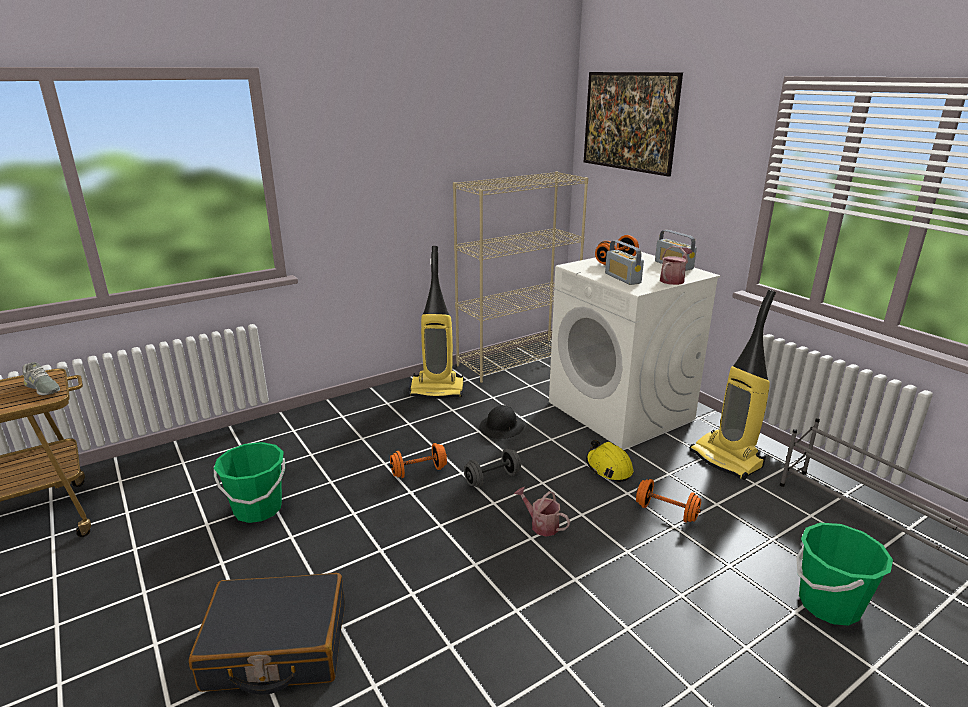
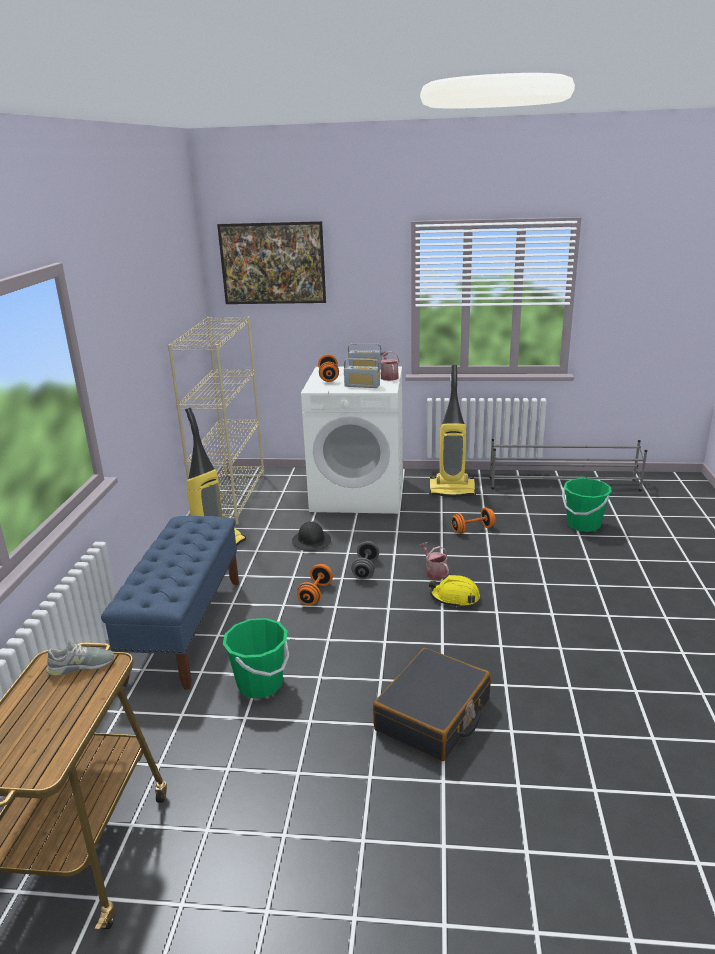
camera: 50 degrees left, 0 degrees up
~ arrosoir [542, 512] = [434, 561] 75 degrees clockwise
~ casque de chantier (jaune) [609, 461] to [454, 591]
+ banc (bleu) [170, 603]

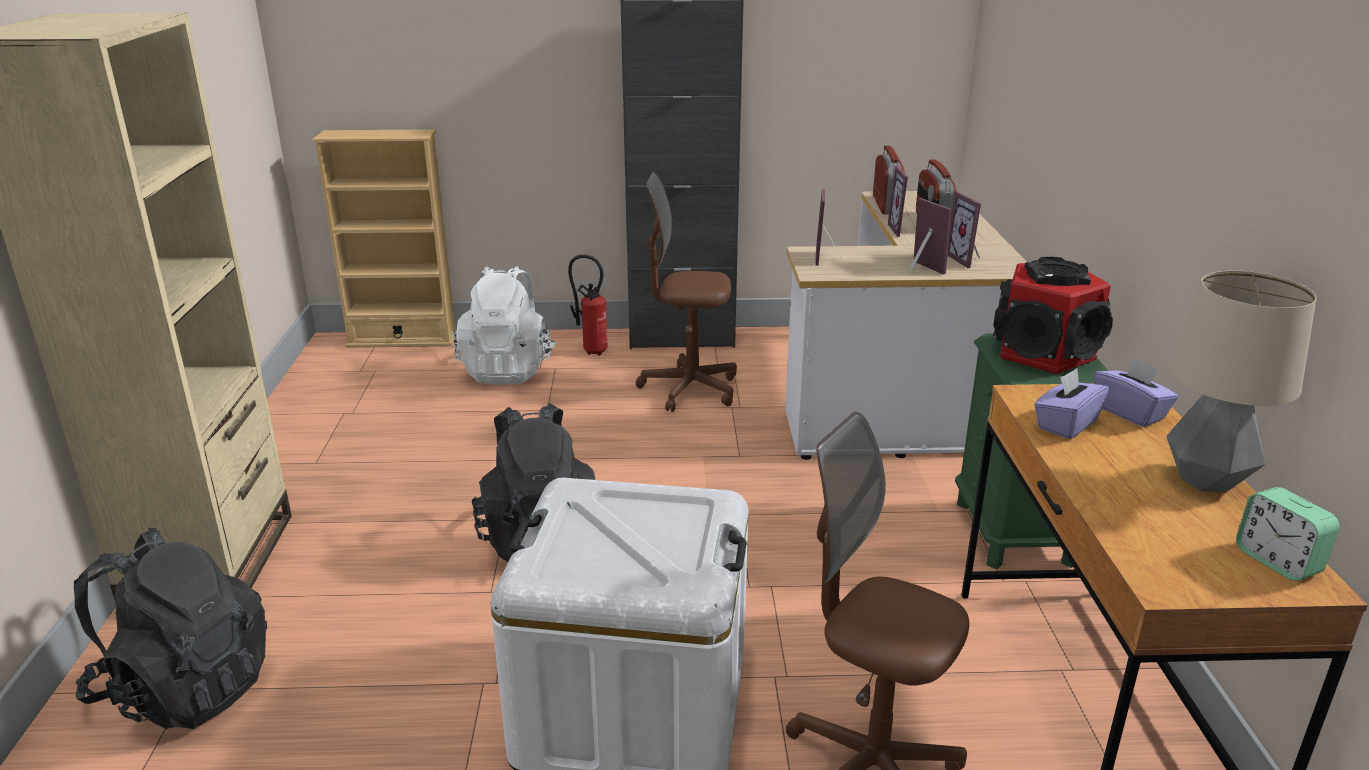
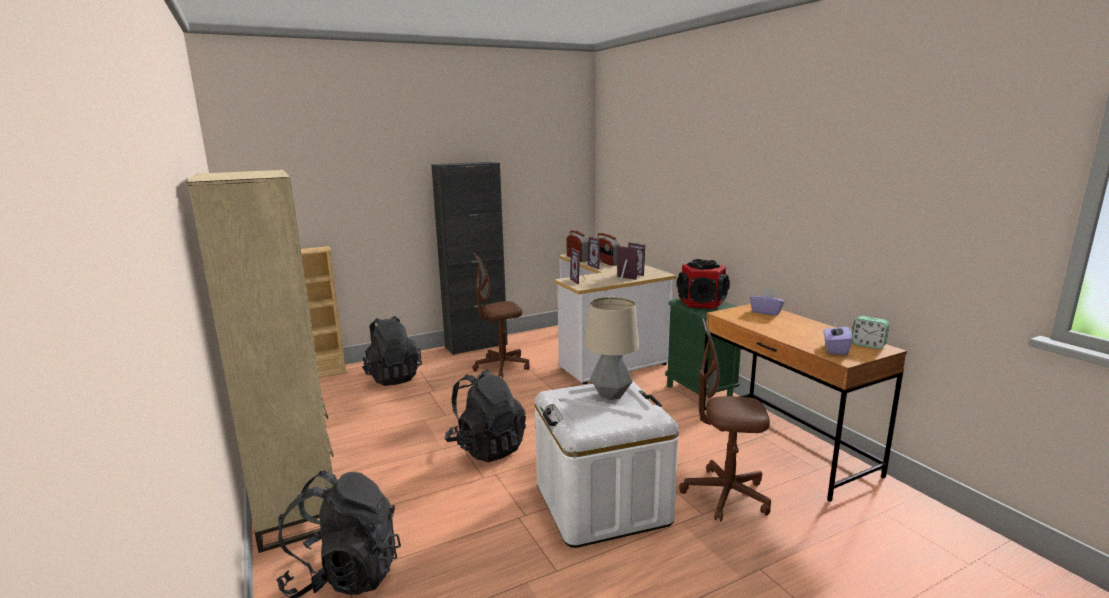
camera: 25 degrees left, 10 degrees down
~ sac à dos (blanc) [504, 325] to sac à dos (noir) [392, 351]
- extincteur [588, 305]
~ boîte à mouchoirs (violet) [1071, 403] to [837, 339]
~ lampe de table [1241, 382] to [611, 348]

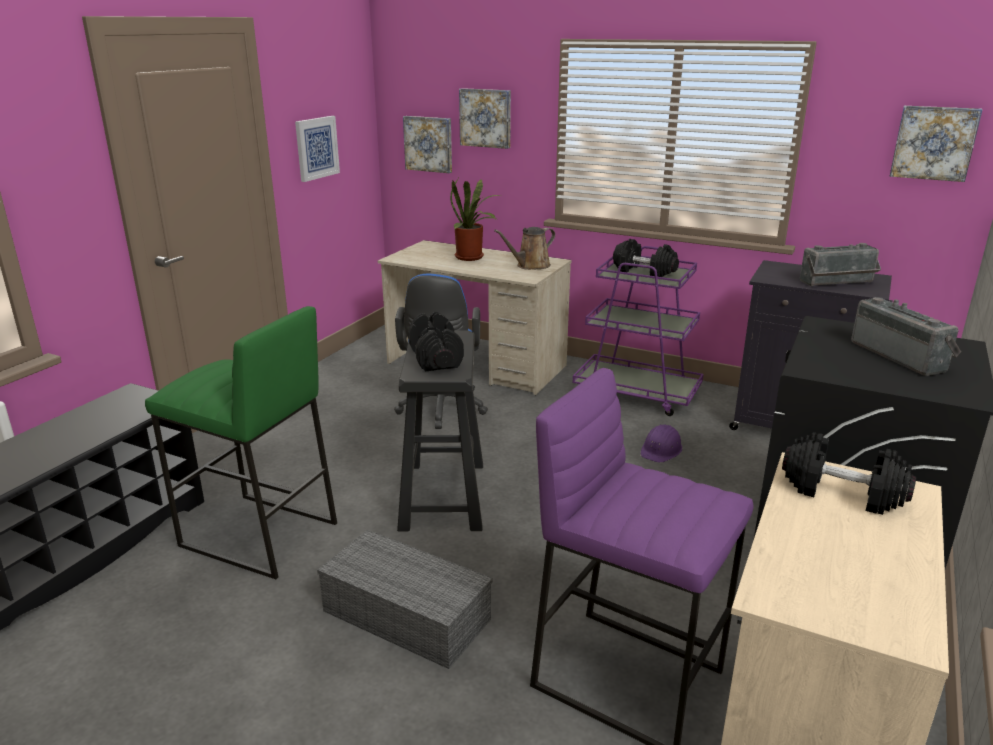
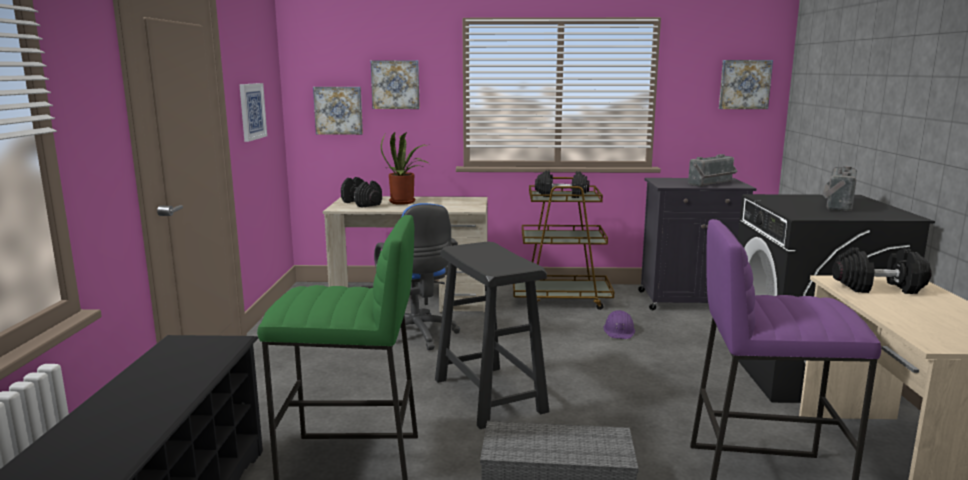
camera: 25 degrees left, 10 degrees down
~ haltère (noir) [436, 341] to [361, 192]
- arrosoir (marron) [524, 248]
~ chariot (violet) [638, 331] to chariot (marron) [563, 243]
~ radio [906, 336] = [839, 189] 105 degrees counterclockwise

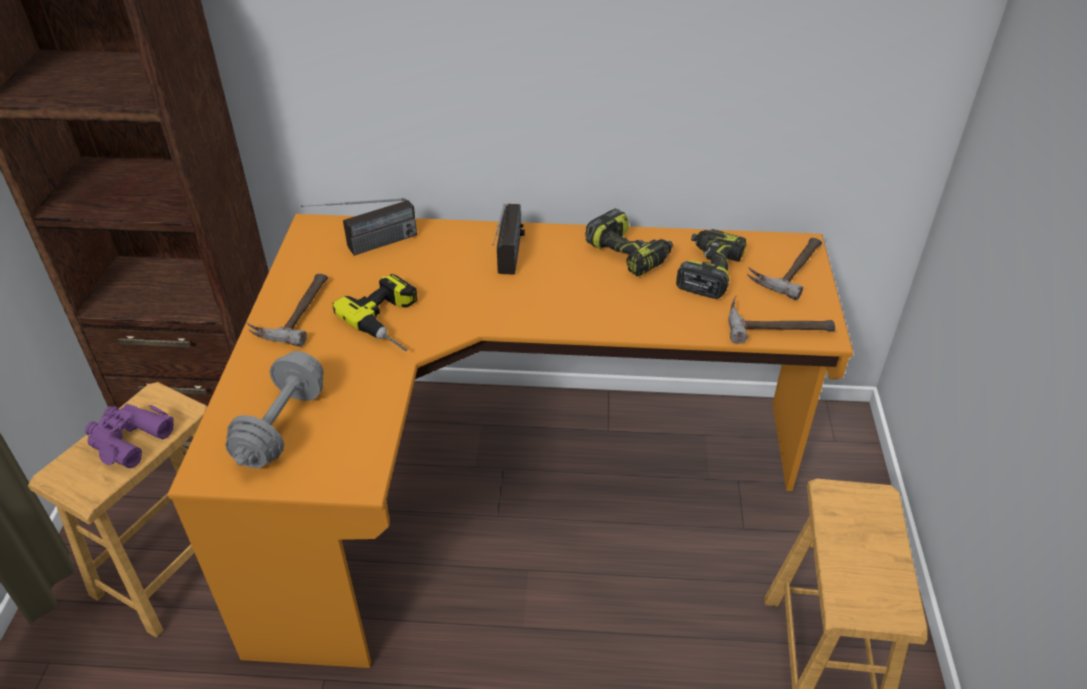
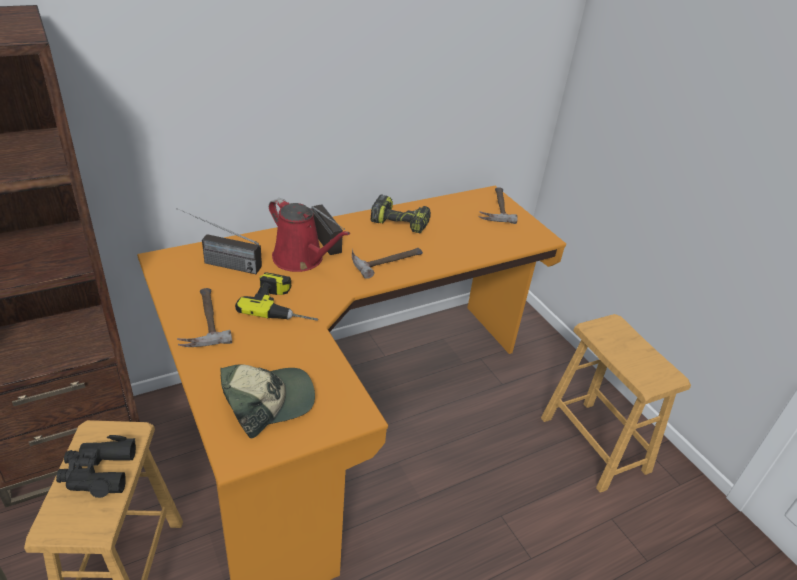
camera: 35 degrees left, 5 degrees down
~ jumelles (violet) [129, 436] to jumelles (noir) [96, 466]
~ haltère (gris) [274, 409] to casquette [267, 401]
~ radio [359, 227] = [219, 241] 75 degrees clockwise
- perceuse [711, 264]
~ marteau [781, 320] to [387, 263]
+ arrosoir (rouge) [309, 235]

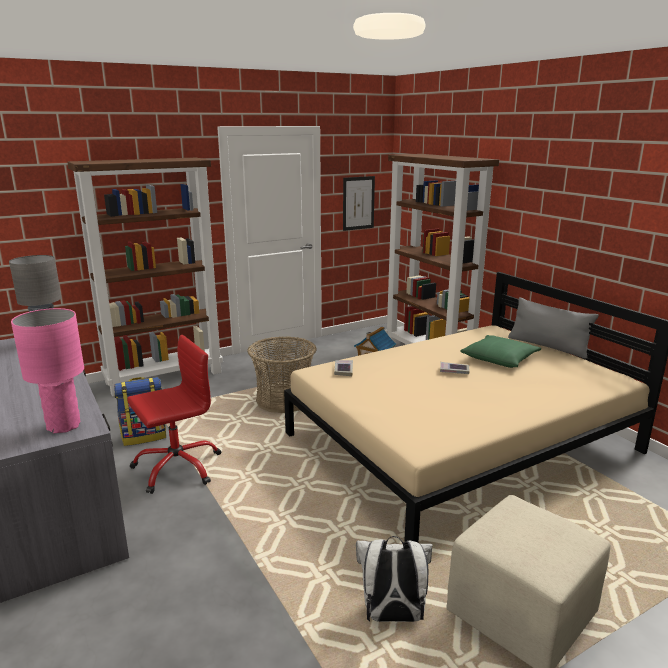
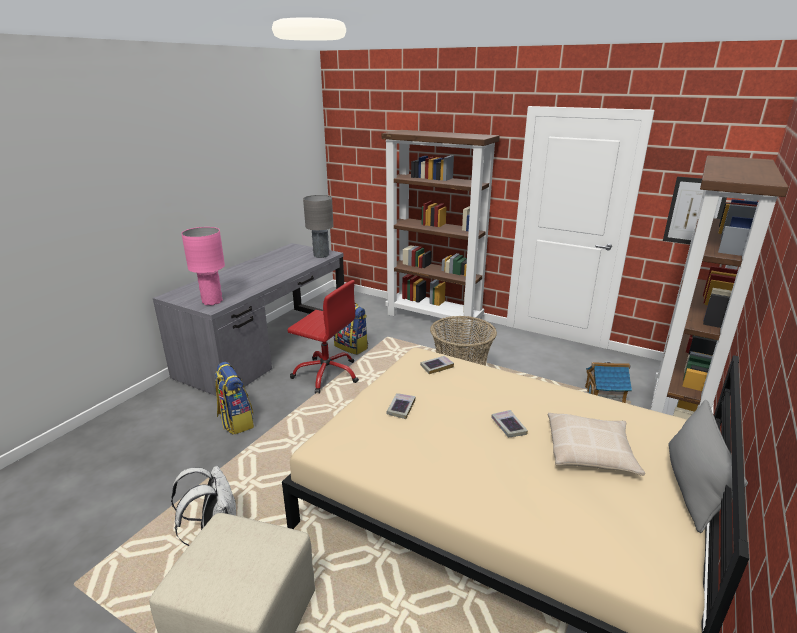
camera: 60 degrees right, 5 degrees up
~ coussin (vert) [501, 351] to coussin (beige) [596, 444]
+ sac à dos [234, 398]
+ livre [401, 406]

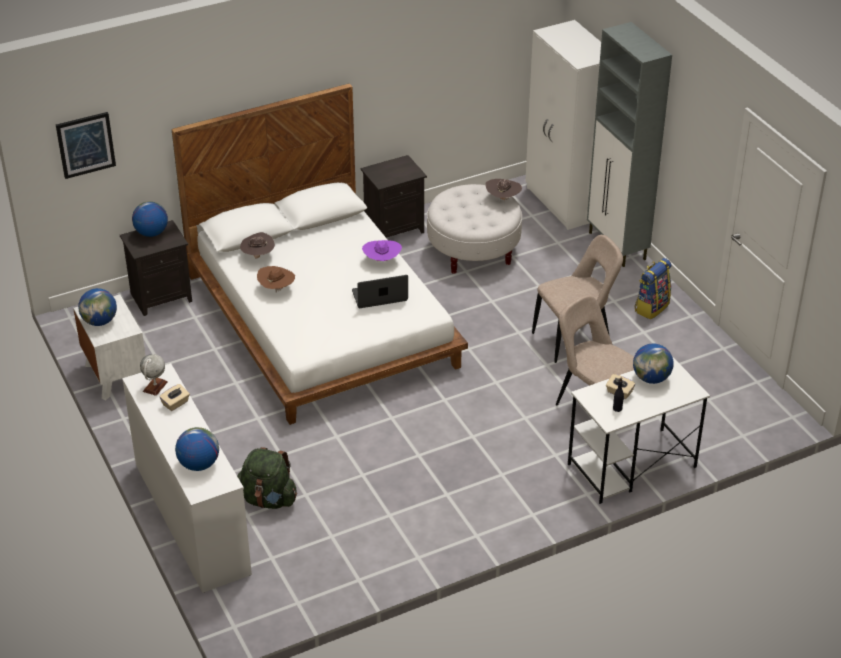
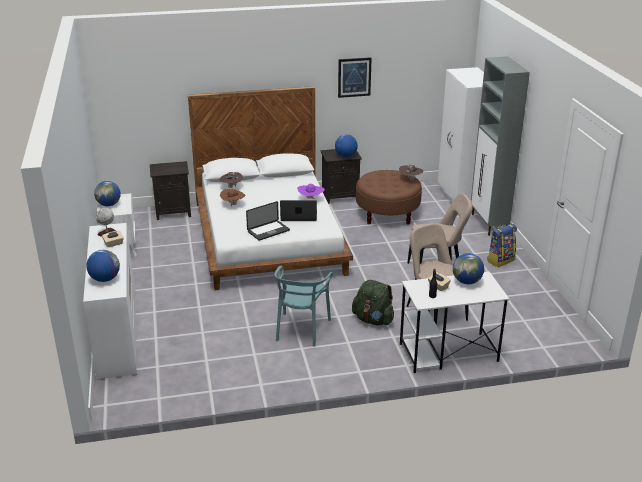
camera: 15 degrees right, 10 degrees down
~ tableau [86, 145] to [355, 77]
~ globe [150, 219] to [346, 145]
~ sac à dos (vert) [267, 478] to [373, 302]
~ pouf (blanc) [474, 229] to pouf (marron) [389, 197]
+ ordinateur portable [268, 221]
+ chaise (turquoise) [303, 306]

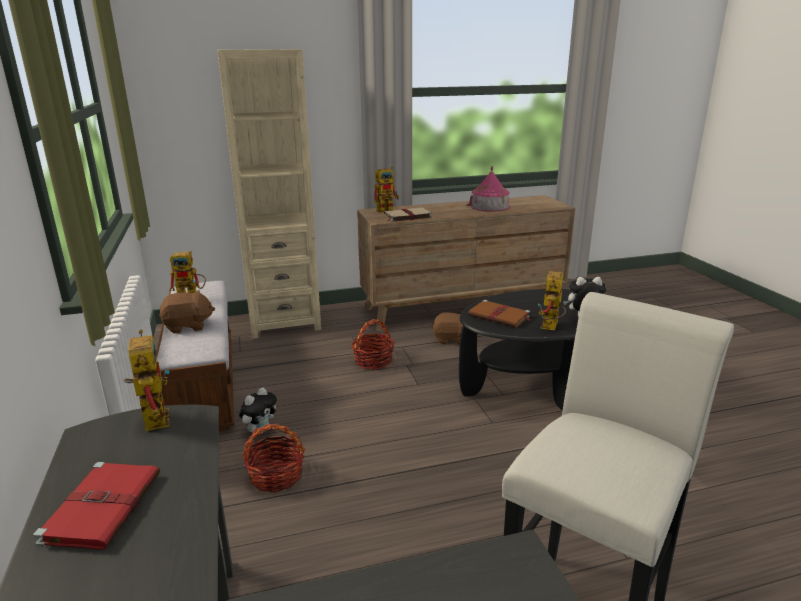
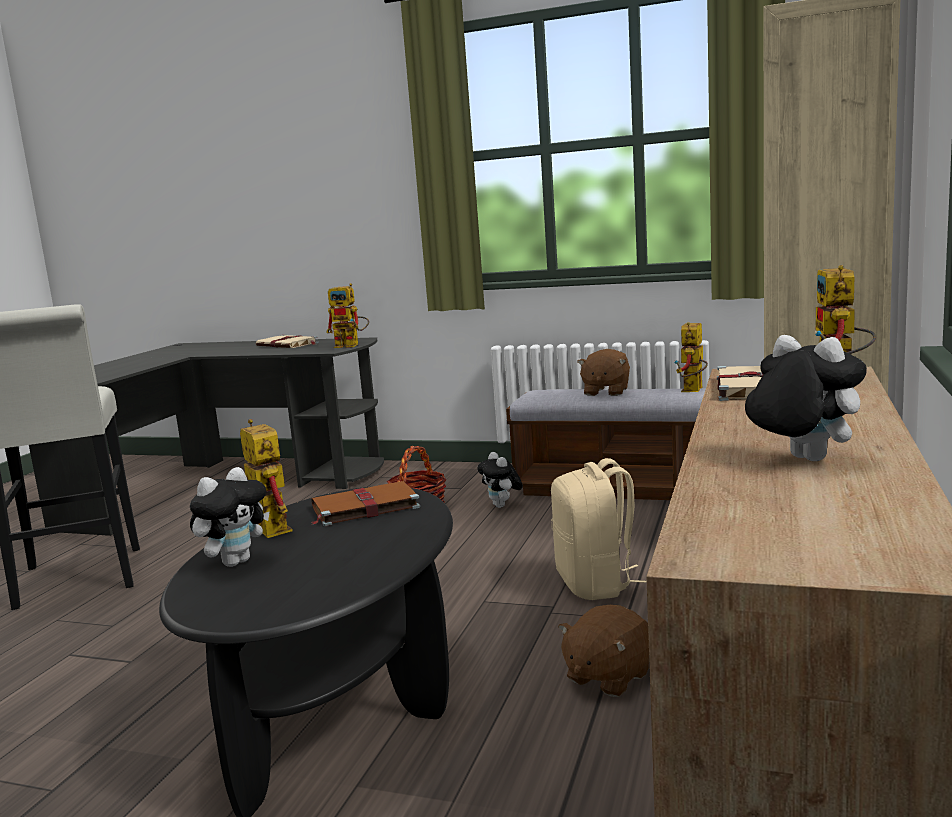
camera: 125 degrees right, 10 degrees down
~ livre (rouge) [96, 506] to livre (beige) [287, 341]
~ panier [373, 344] to sac à dos (beige) [599, 529]
~ maison miniature [488, 189] to peluche [806, 398]

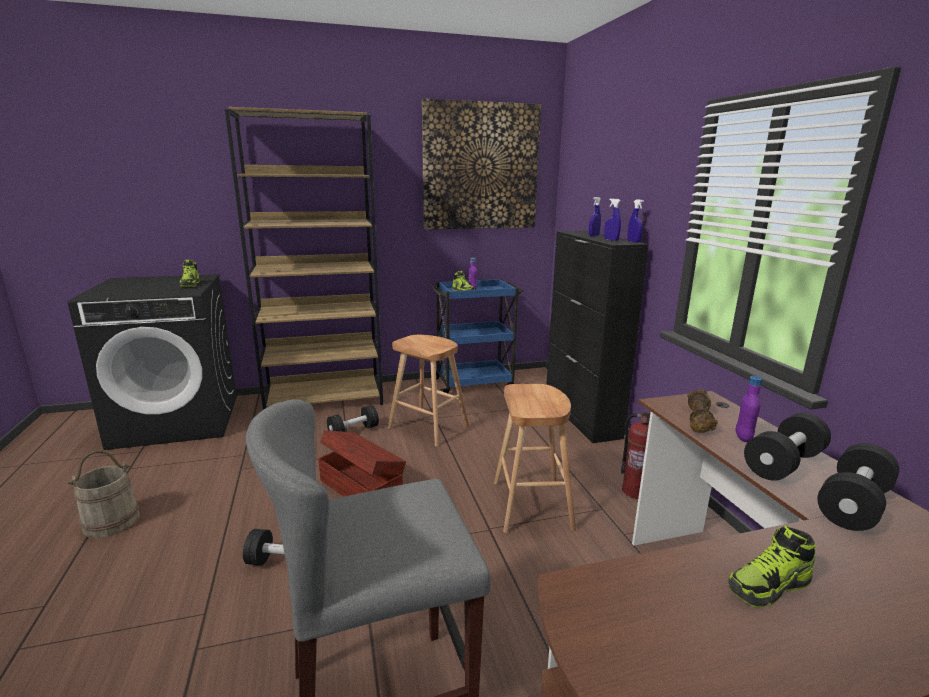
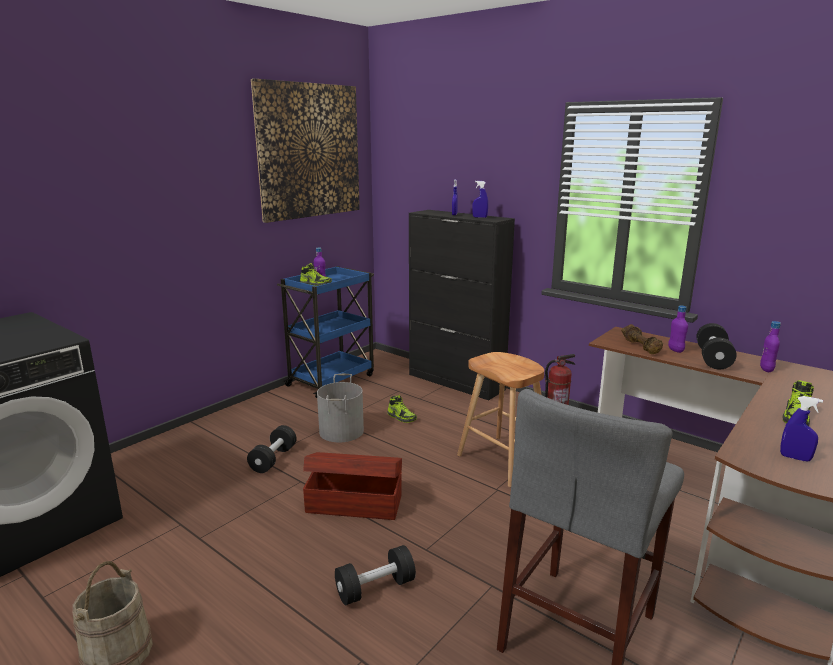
camera: 35 degrees left, 0 degrees up
~ chaussure [189, 273] to [402, 409]
- bibliothèque (marron) [304, 258]
~ tabouret (marron) [428, 391] to seau (gris) [340, 408]
~ vaporisateur (bleu) [635, 221] to [801, 428]
~ haltère (noir) [858, 487] to bouteille (violet) [770, 346]

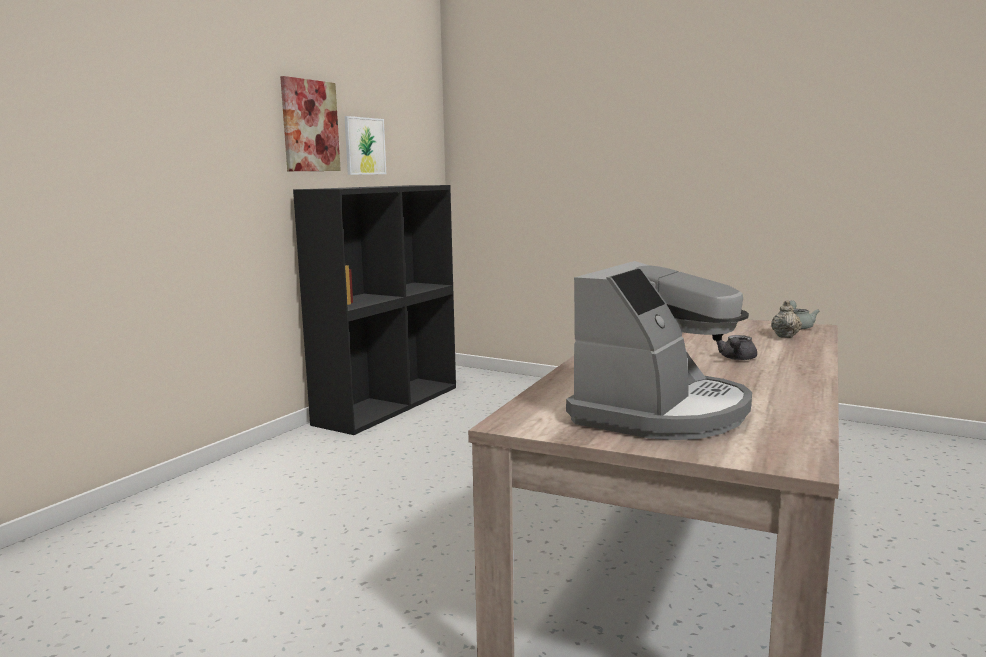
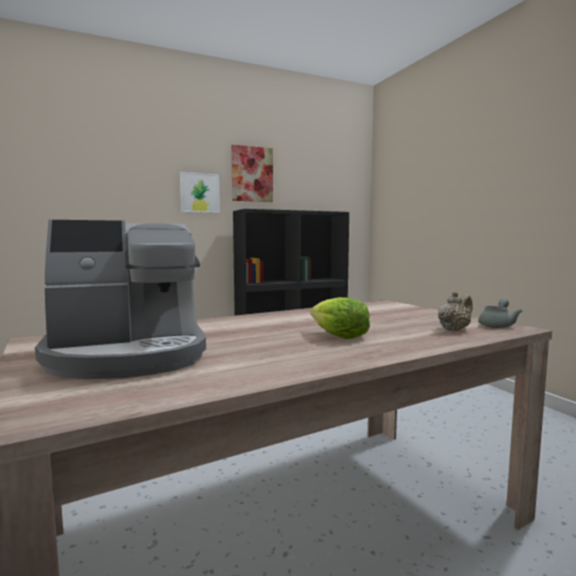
camera: 35 degrees right, 5 degrees down
~ tableau [365, 145] to [200, 192]
~ théière (gris) [736, 347] to laitue [340, 318]

